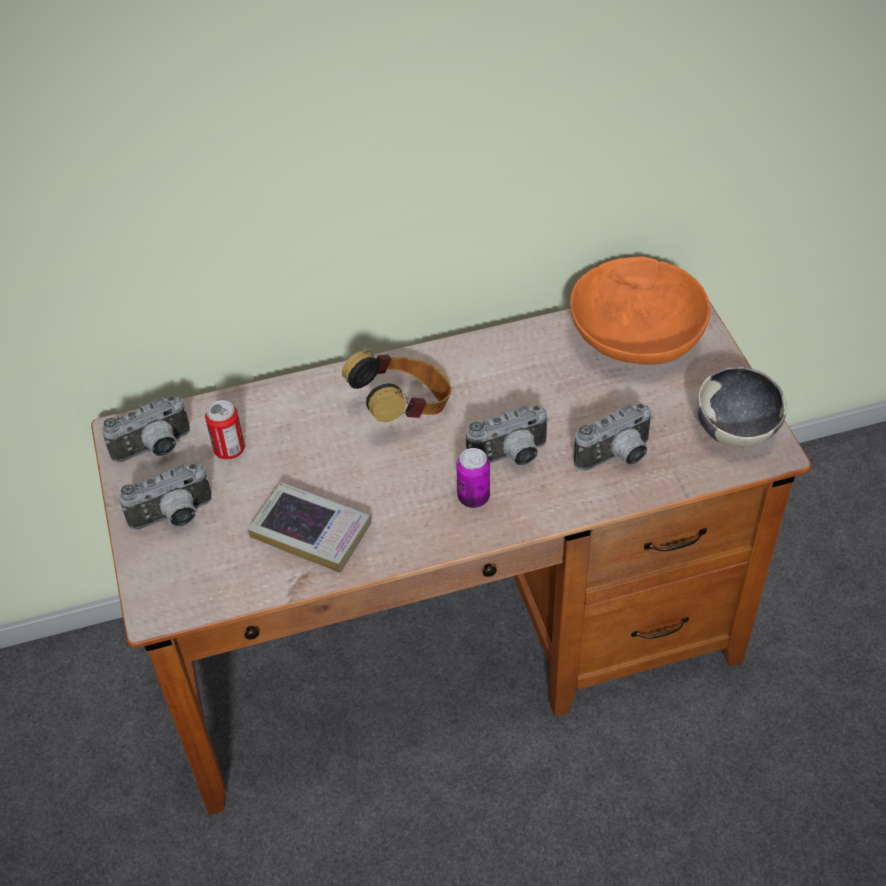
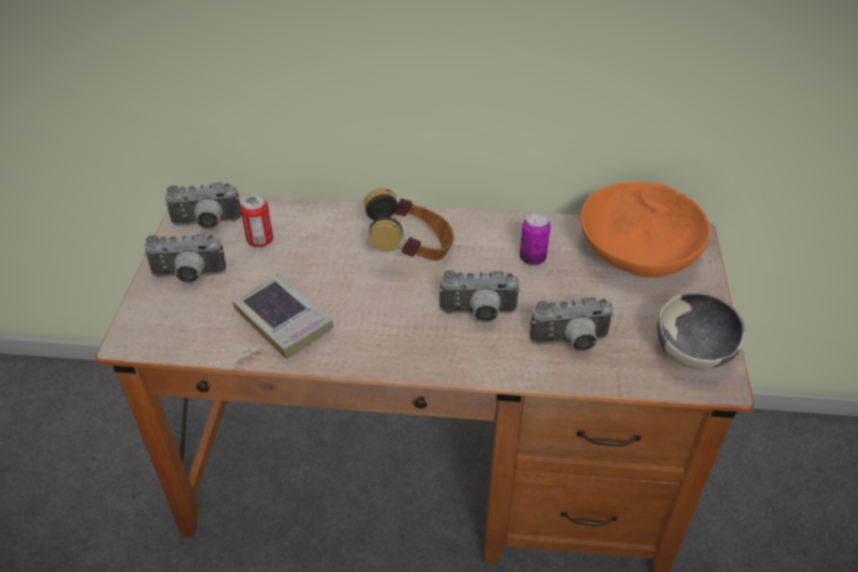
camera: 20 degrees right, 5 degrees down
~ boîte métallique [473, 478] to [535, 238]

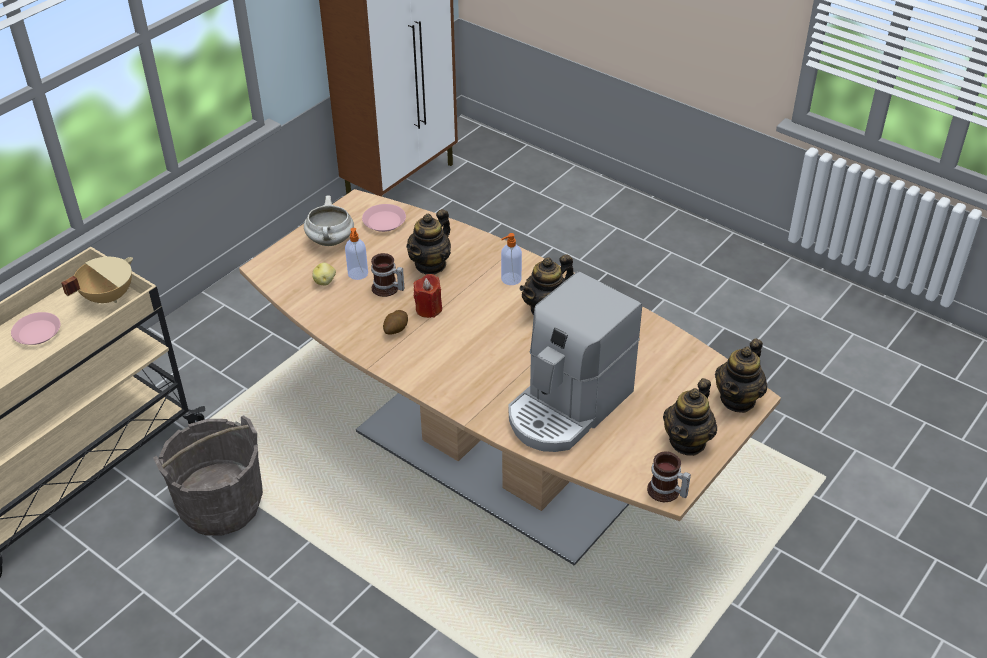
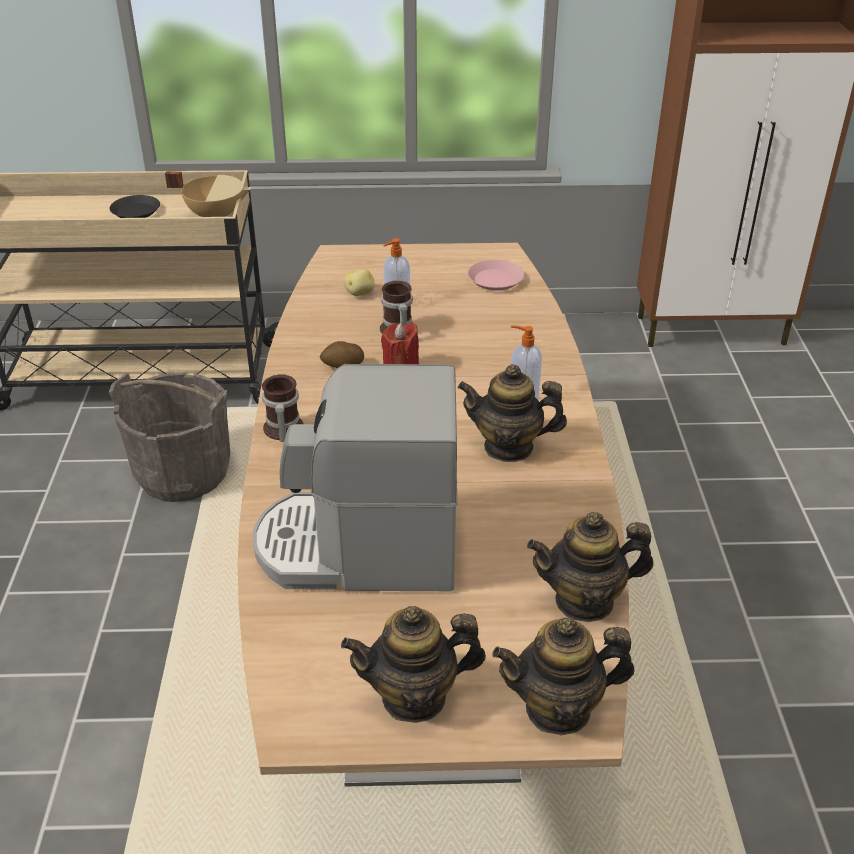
camera: 50 degrees right, 5 degrees down
~ assiette (rose) [36, 328] to assiette (noir) [135, 206]
- marmite (blanc) [329, 221]
~ théière [428, 242] to [590, 567]
~ mug [669, 477] to [282, 408]

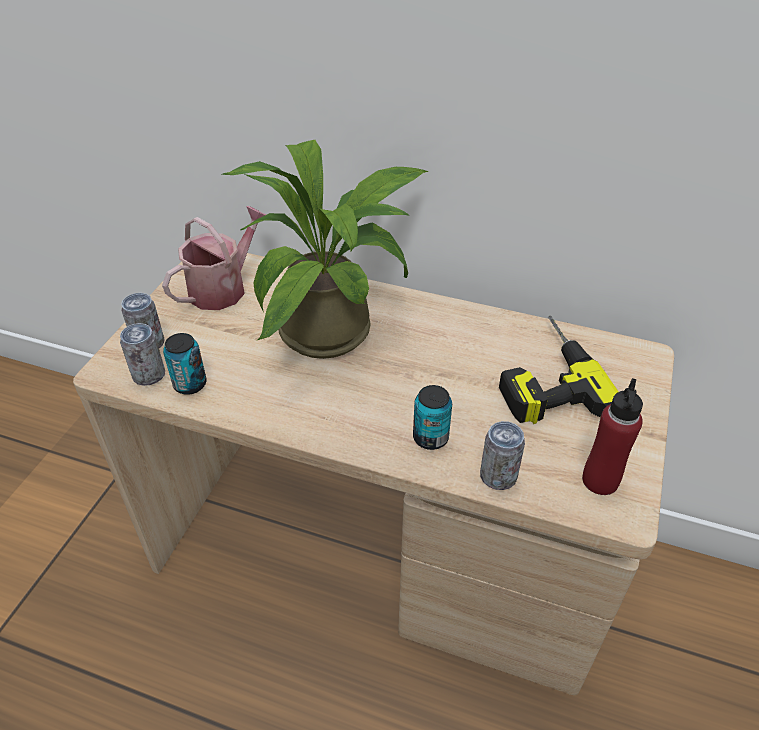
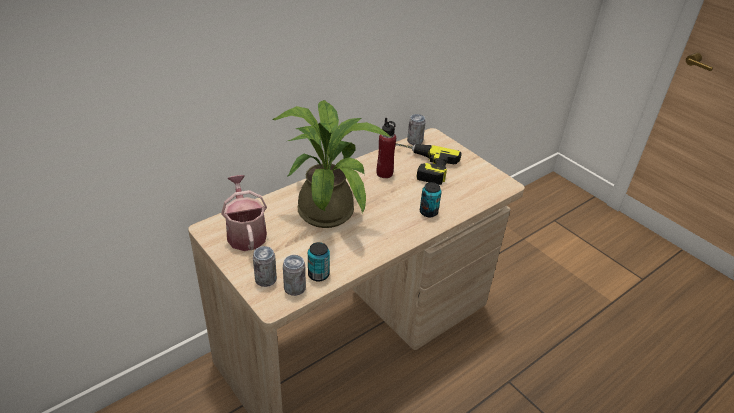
camera: 60 degrees left, 5 degrees down
~ boîte métallique [502, 455] to [416, 129]
~ bouteille (rouge) [612, 436] to [386, 148]

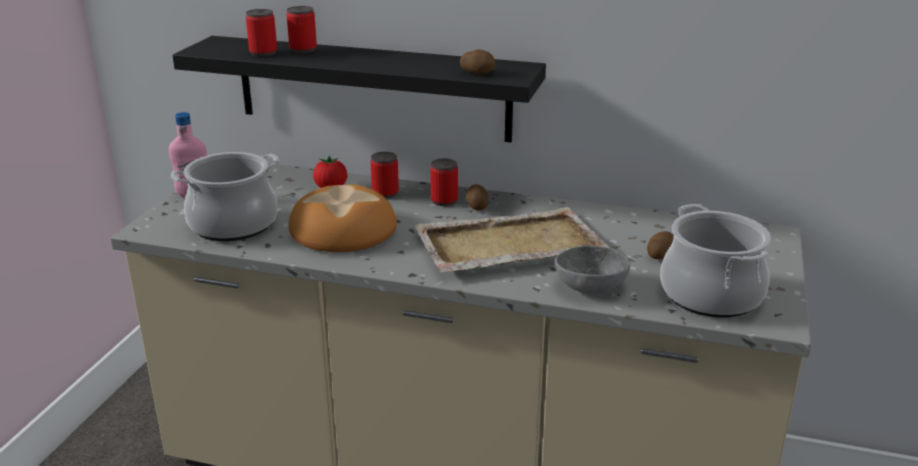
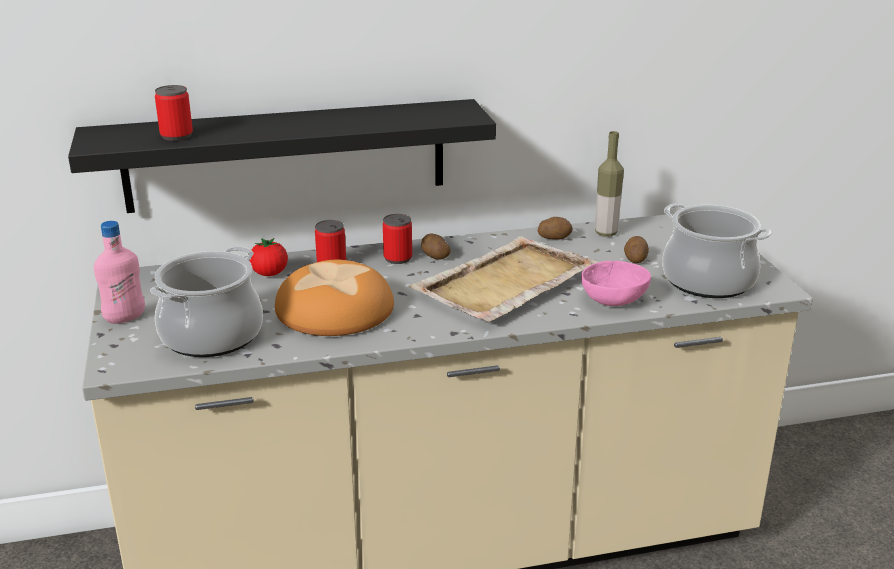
camera: 30 degrees left, 0 degrees up
- boîte métallique [302, 29]
~ pomme de terre [478, 61] to [555, 228]
~ bol (gris) [592, 269] to bol (rose) [616, 283]
+ bouteille [609, 183]

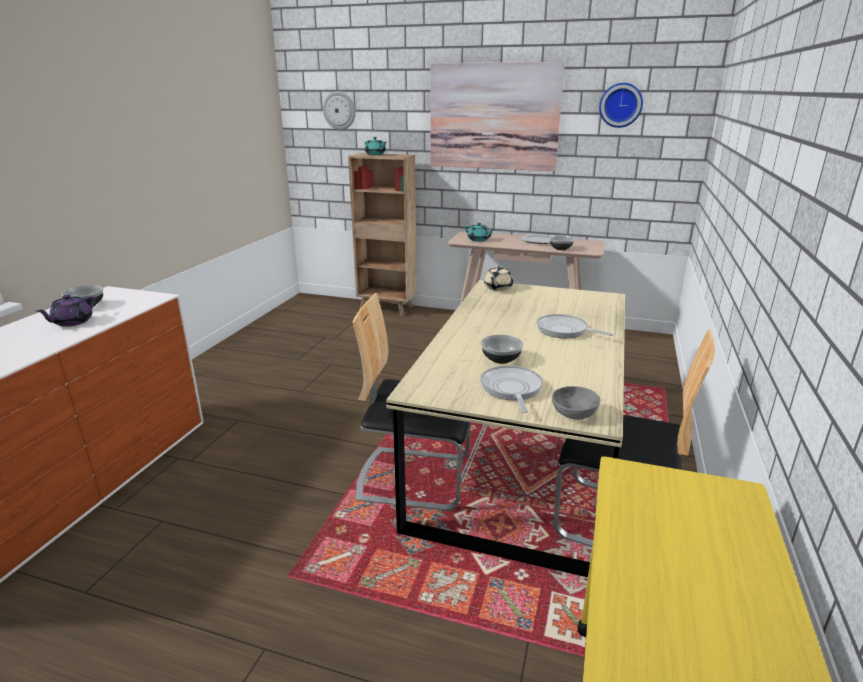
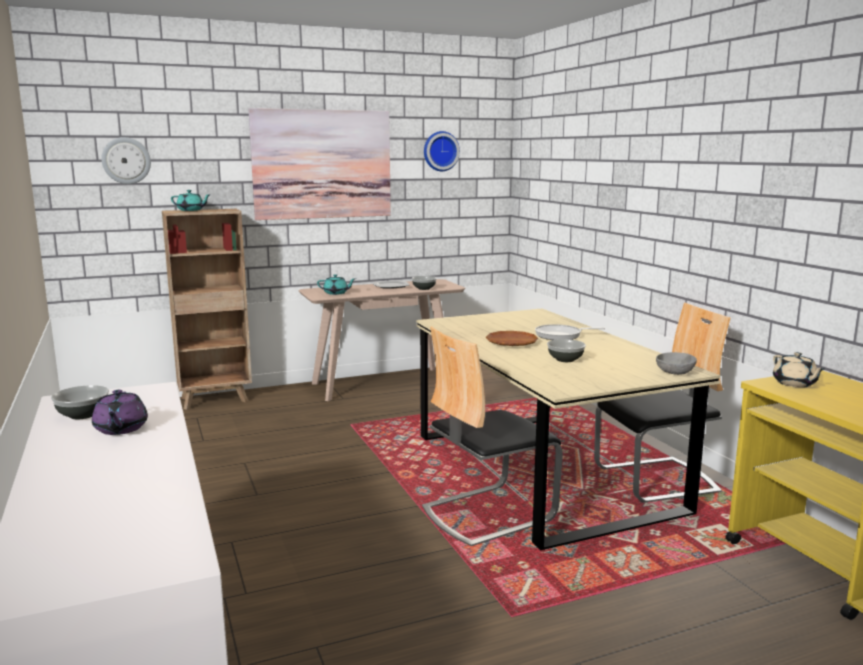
camera: 40 degrees left, 10 degrees down
- poêle [511, 389]
~ théière (beige) [498, 278] to [799, 370]
+ assiette (marron) [512, 338]

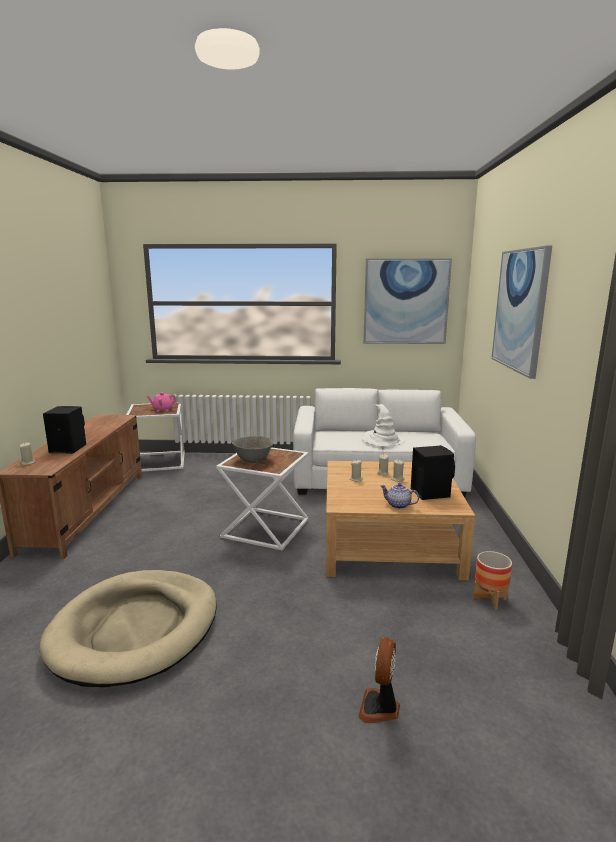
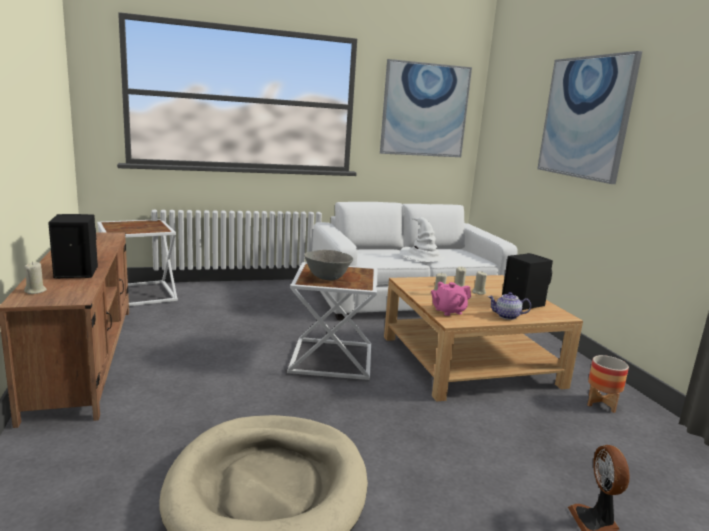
camera: 20 degrees left, 0 degrees up
~ théière (rose) [162, 402] to [451, 299]

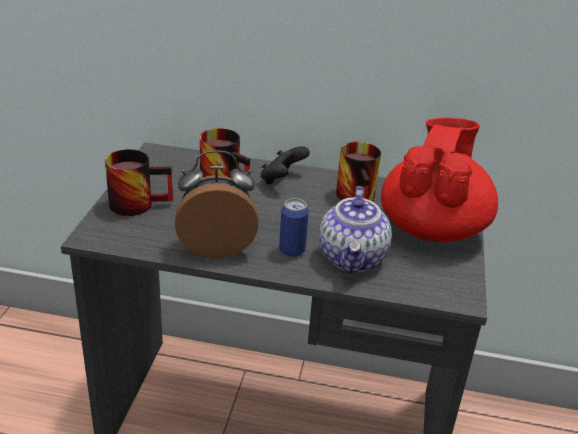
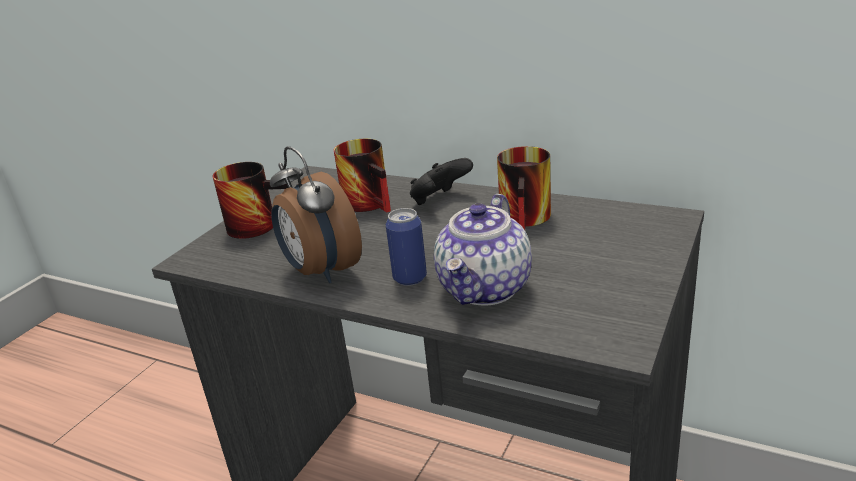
camera: 20 degrees right, 5 degrees down
~ réveil [217, 204] = [316, 214] 135 degrees counterclockwise
- théière (rouge) [439, 180]

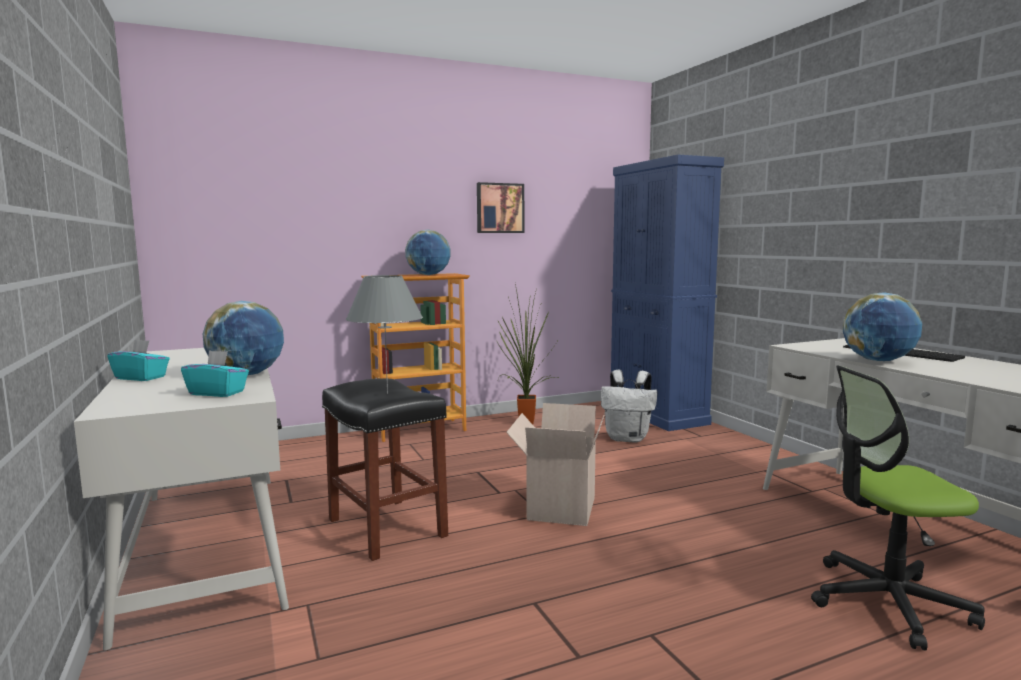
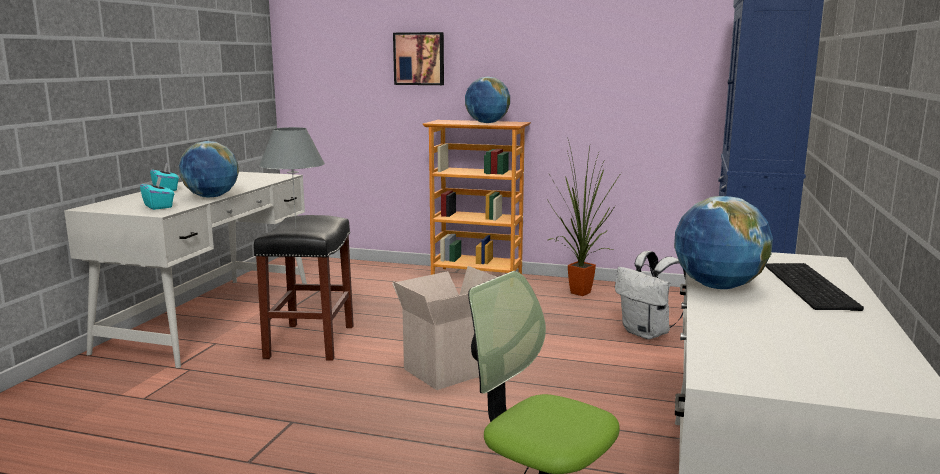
camera: 40 degrees right, 5 degrees up
~ tableau [500, 207] to [418, 58]

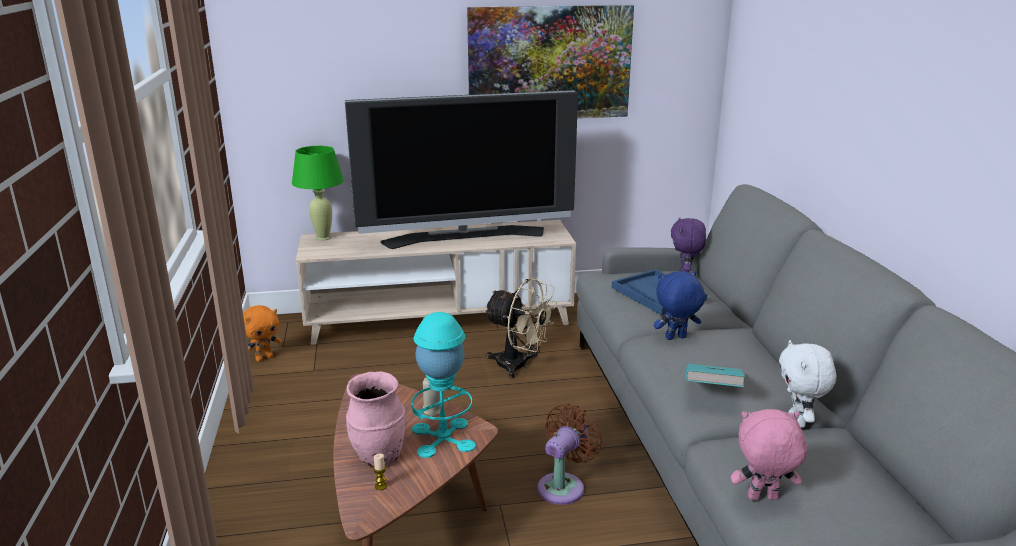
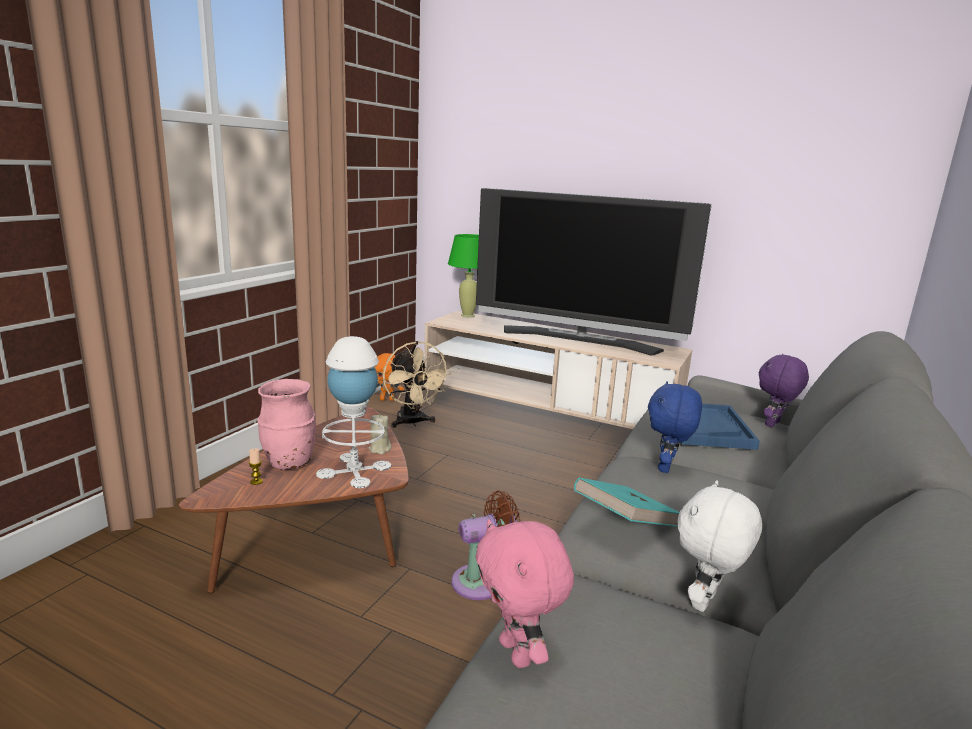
camera: 35 degrees right, 5 degrees down
~ lampe de table (turquoise) [444, 385] to lampe de table (blanc) [353, 412]
- tableau [550, 61]
~ ventilateur (beige) [520, 328] to [417, 384]
~ peluche (bleu) [679, 305] = [675, 427] 90 degrees counterclockwise
~ peluche (rose) [769, 454] = [524, 593] 150 degrees counterclockwise

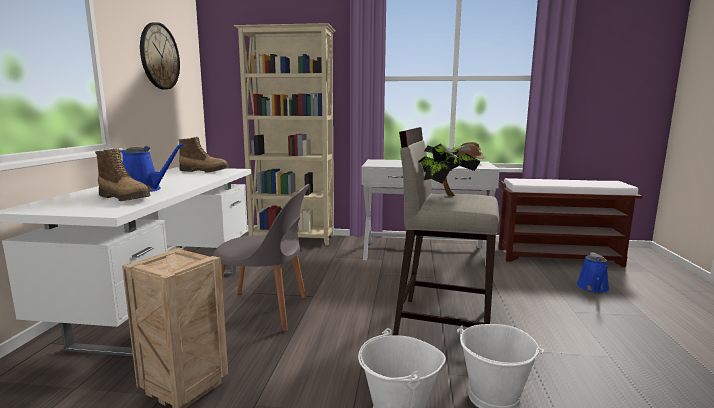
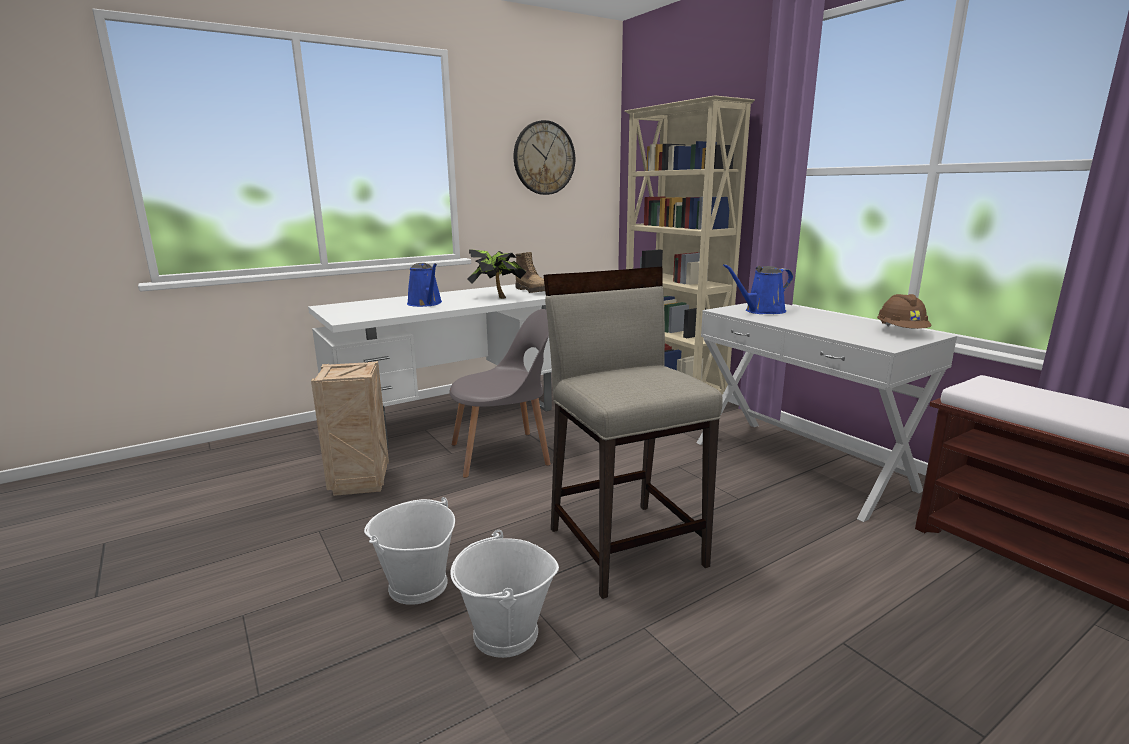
camera: 50 degrees right, 5 degrees up
- botte [123, 174]
~ chaise (gris) [261, 258] = [500, 393] 75 degrees counterclockwise
~ plante en pot [449, 170] to [496, 274]
~ arrosoir (bleu) [593, 272] to [758, 289]

